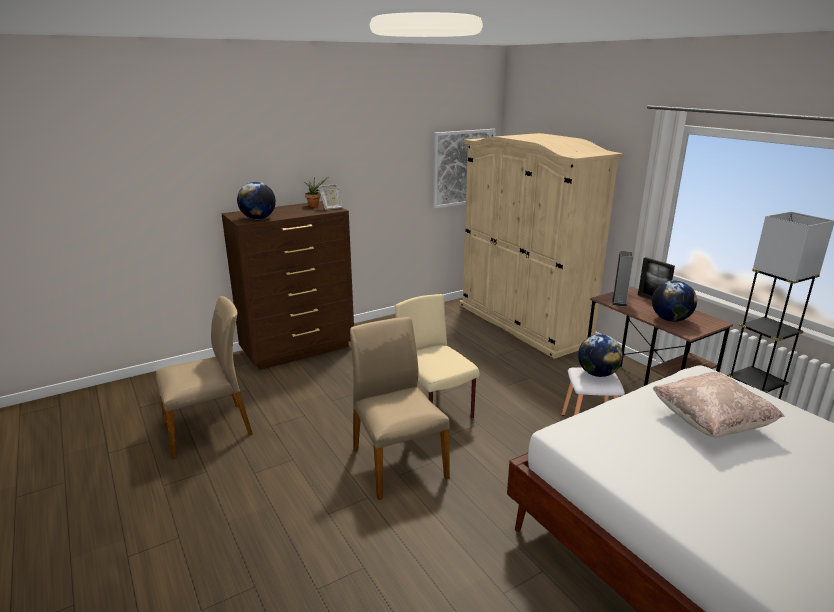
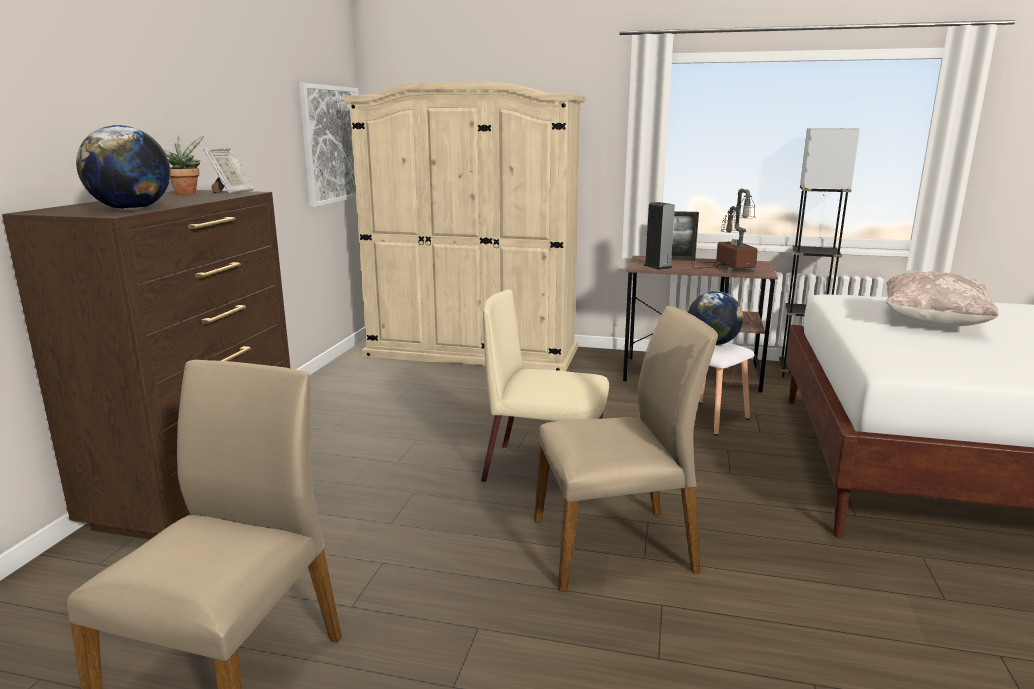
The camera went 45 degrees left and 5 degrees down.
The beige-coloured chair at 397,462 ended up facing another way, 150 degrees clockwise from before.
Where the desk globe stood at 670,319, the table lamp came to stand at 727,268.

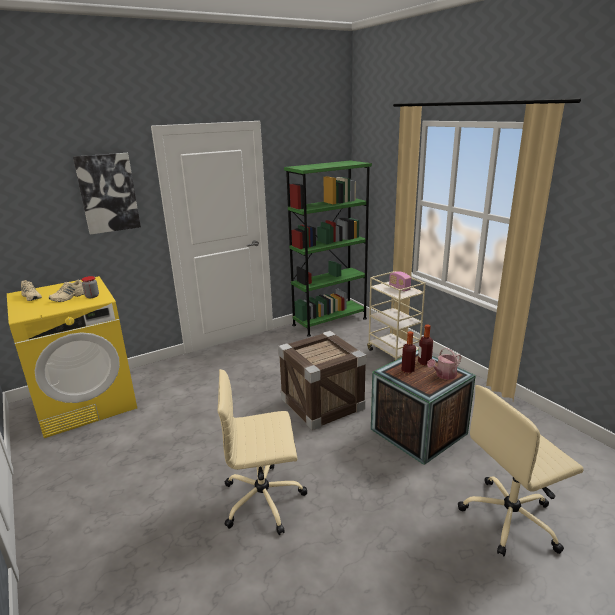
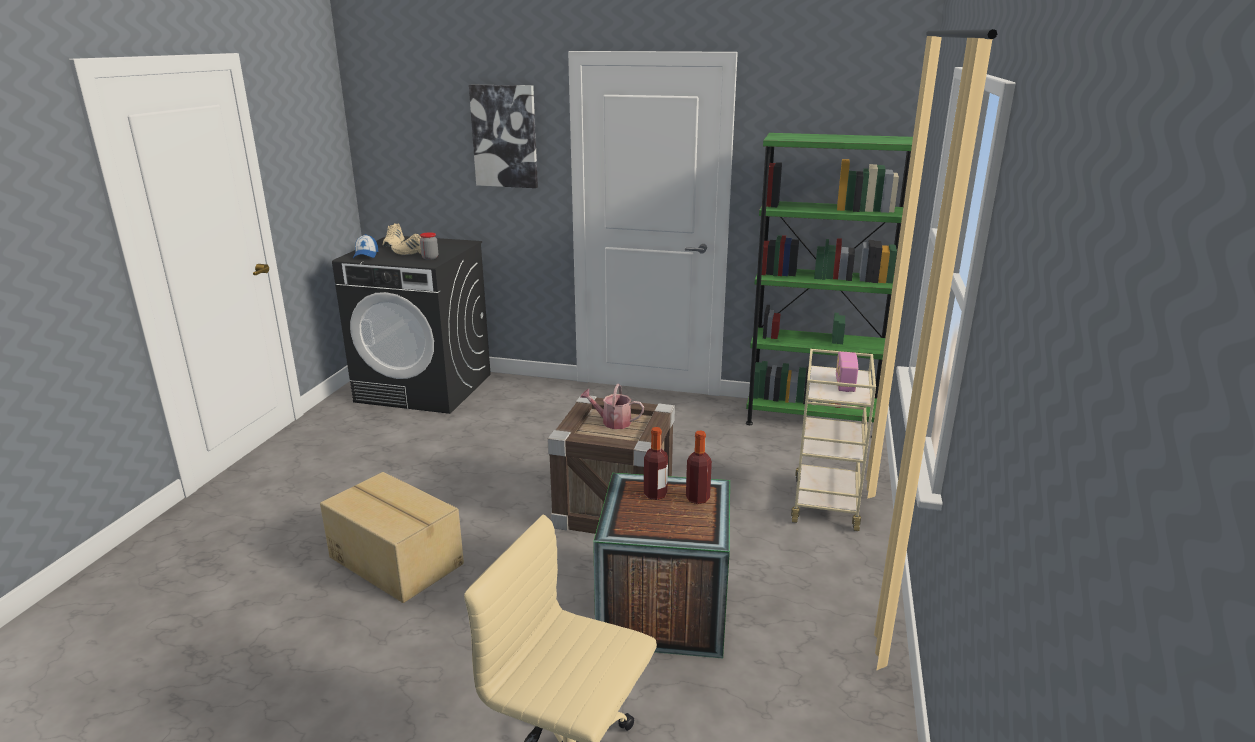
The camera went 45 degrees right and 0 degrees up.
Where the beige-coloured office chair stood at 264,499, the cardboard box came to stand at 397,559.
What was the yellowish laundry appliance at 87,402 turned into the black laundry appliance at 425,388.
The second view gained the cap at 366,255.
The sprinkling can ended up elsewhere, having gone from 444,375 to 612,422.

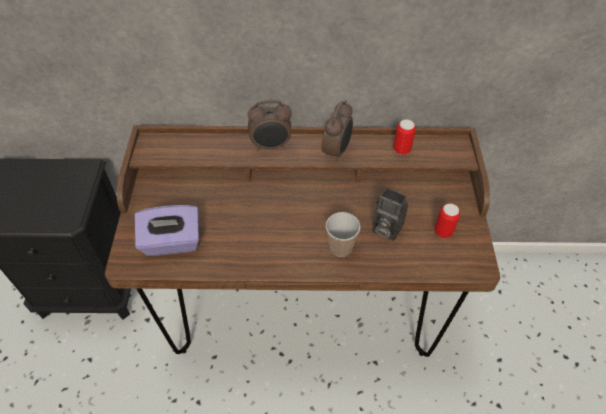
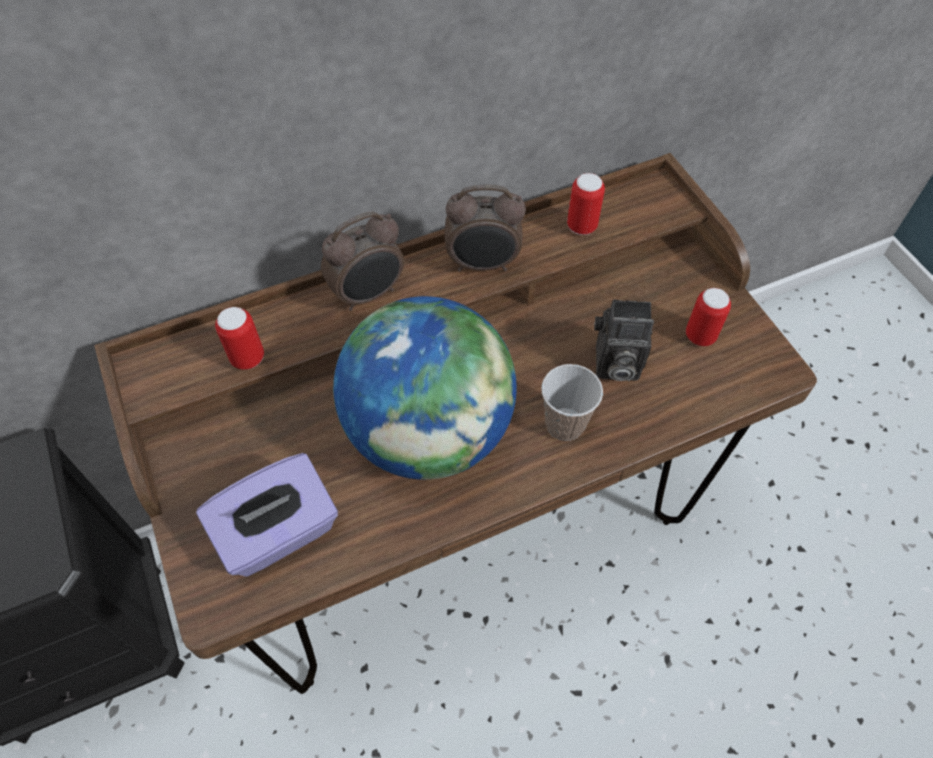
The camera went 25 degrees left and 5 degrees up.
The second view gained the metal can at 247,358.
The second view gained the desk globe at 429,432.
The alarm clock at 337,151 ended up facing another way, 90 degrees clockwise from before.

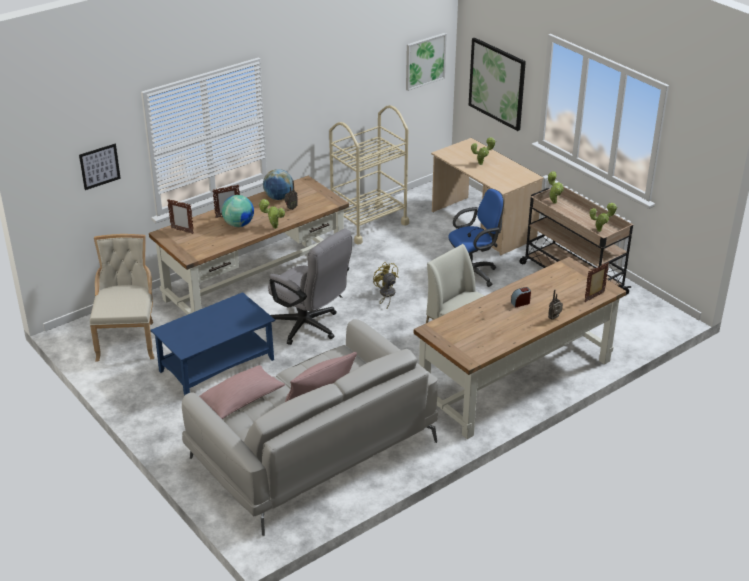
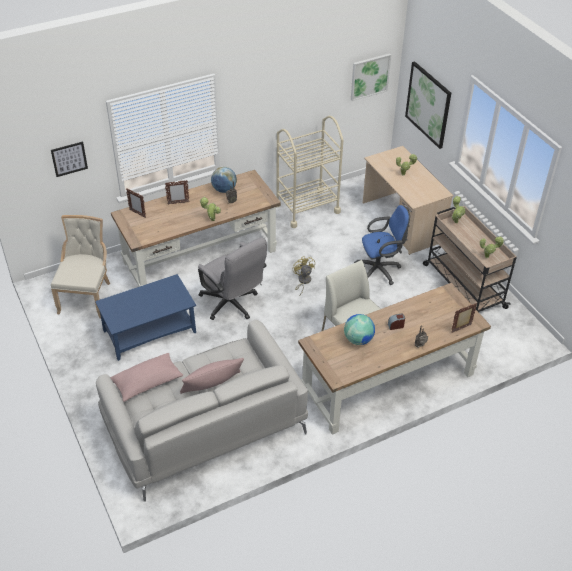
The camera went 10 degrees right and 10 degrees up.
The desk globe ended up elsewhere, having gone from 238,224 to 358,339.

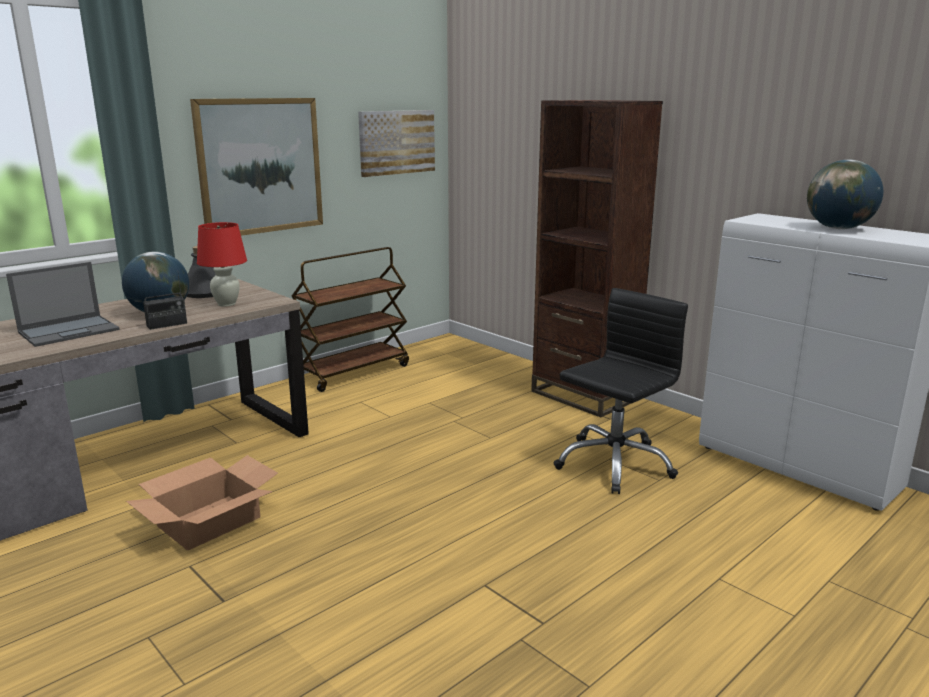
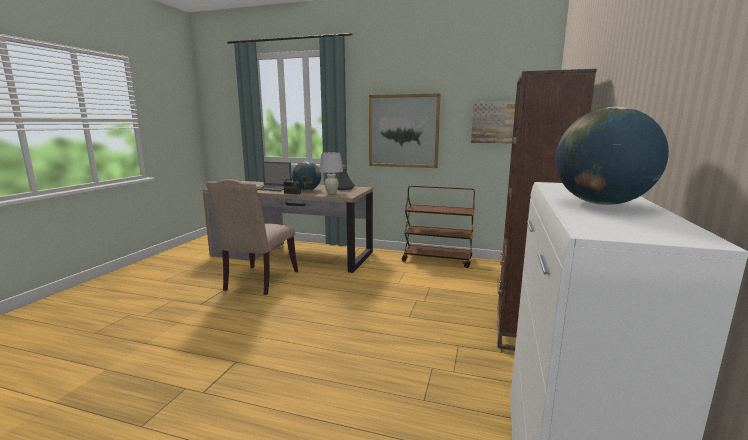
The camera went 60 degrees right and 5 degrees down.
Where the cardboard box stood at 209,521, the beige-coloured chair came to stand at 259,281.
What was the reddish table lamp at 226,304 turned into the whitish table lamp at 331,193.
The second view lost the black office chair at 614,463.

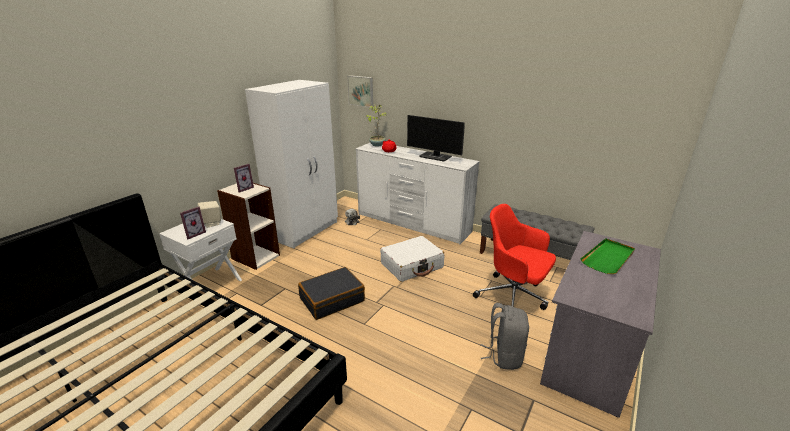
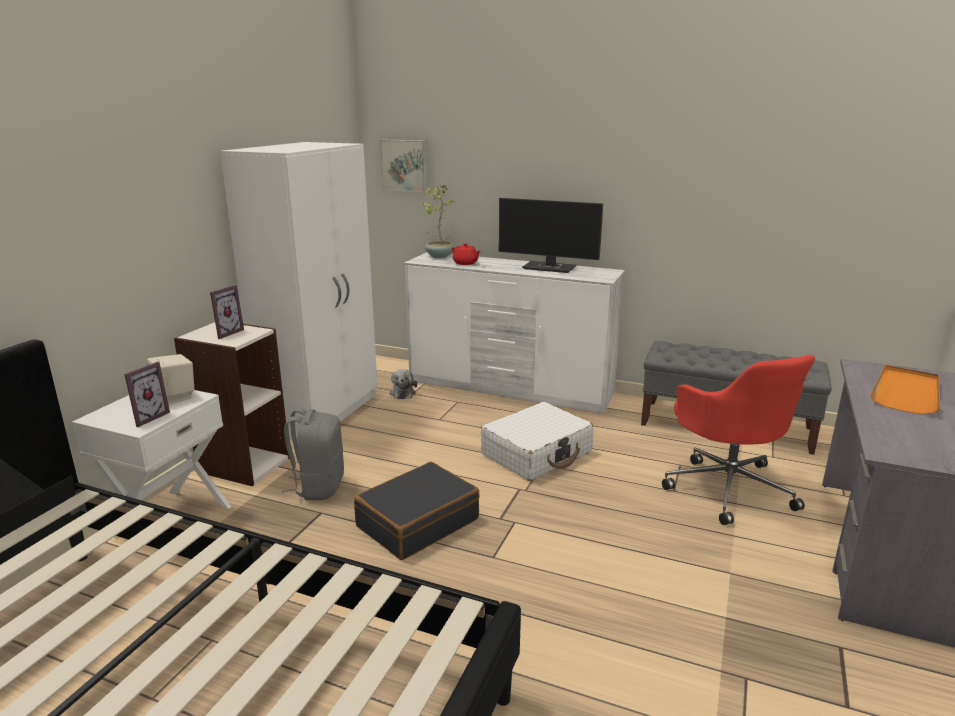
The camera went 10 degrees left and 5 degrees down.
The gray rucksack ended up elsewhere, having gone from 504,355 to 318,487.
The reddish office chair at 513,297 ended up facing another way, 135 degrees counterclockwise from before.
What was the green tray at 608,258 turned into the orange-coloured tray at 906,393.

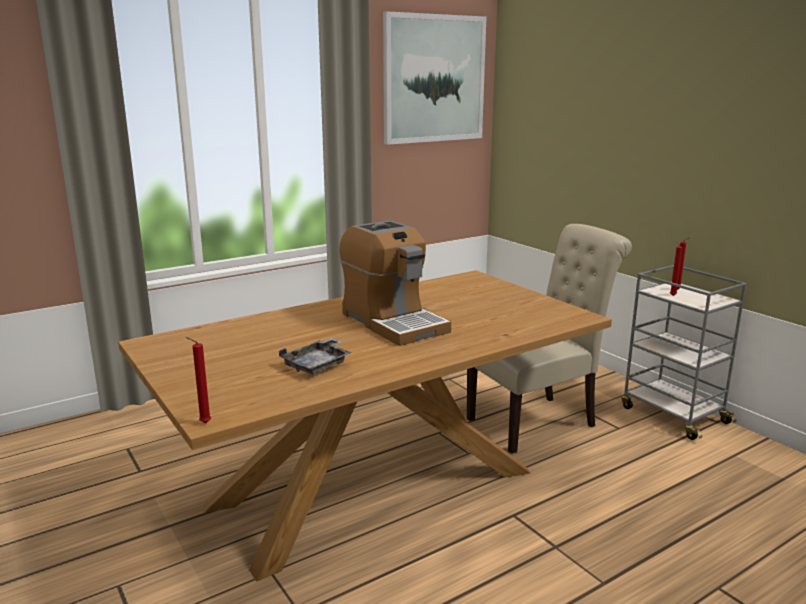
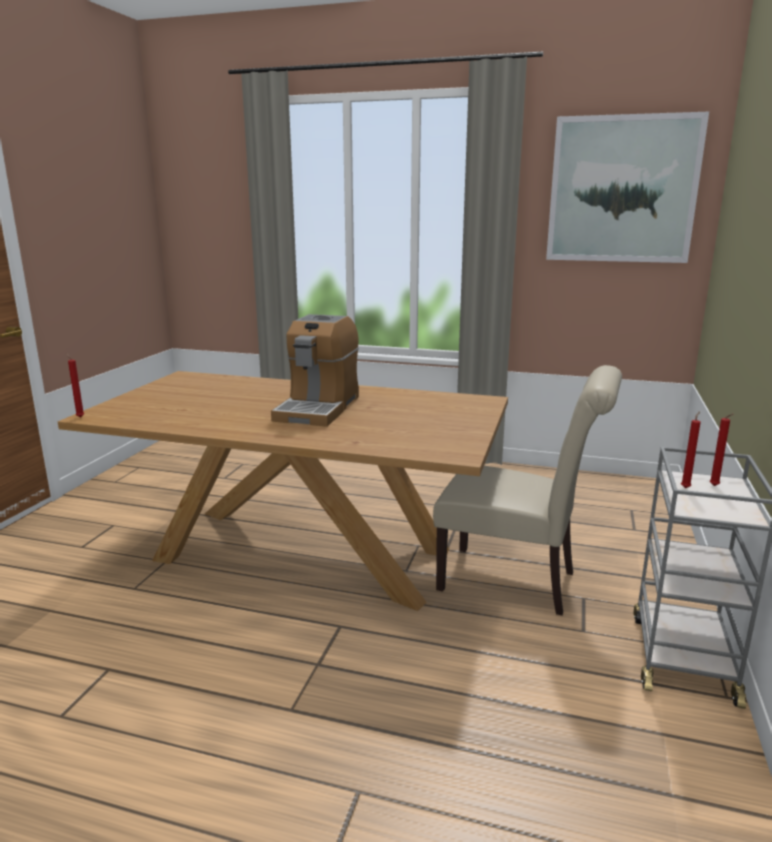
The camera went 50 degrees right and 0 degrees up.
The second view lost the gray tray at 318,365.

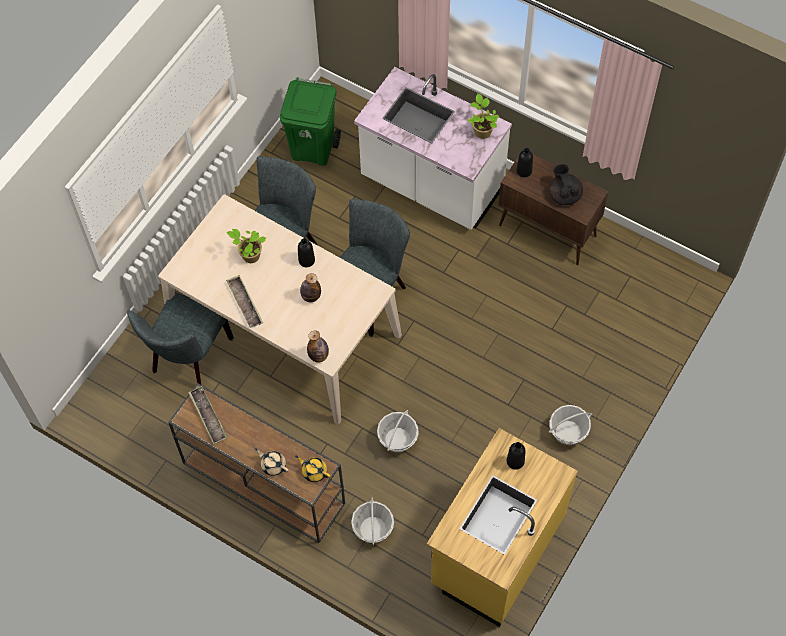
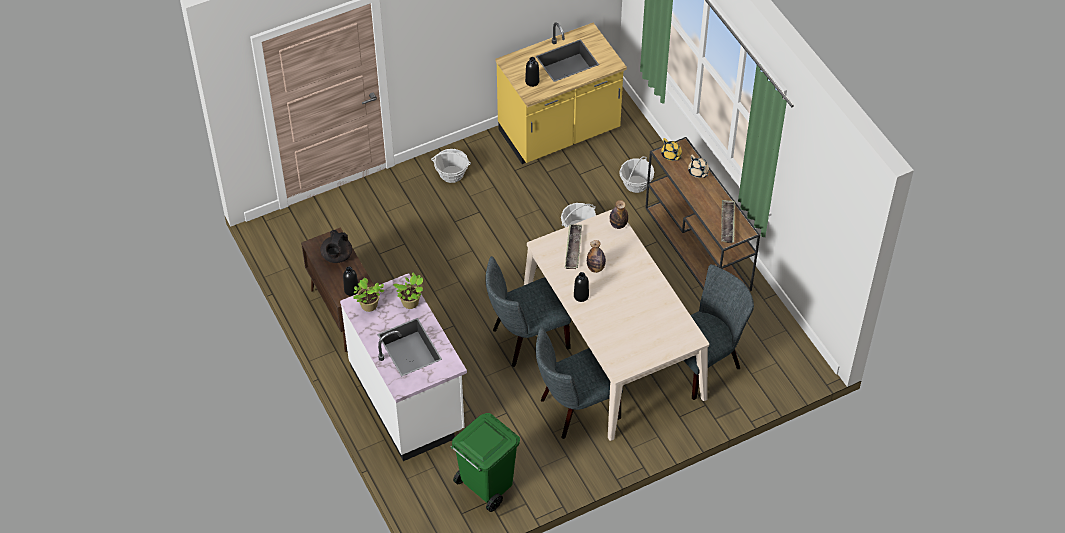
The camera went 150 degrees left and 10 degrees down.
The houseplant ended up elsewhere, having gone from 249,256 to 411,303.
The tray ended up elsewhere, having gone from 245,303 to 573,248.

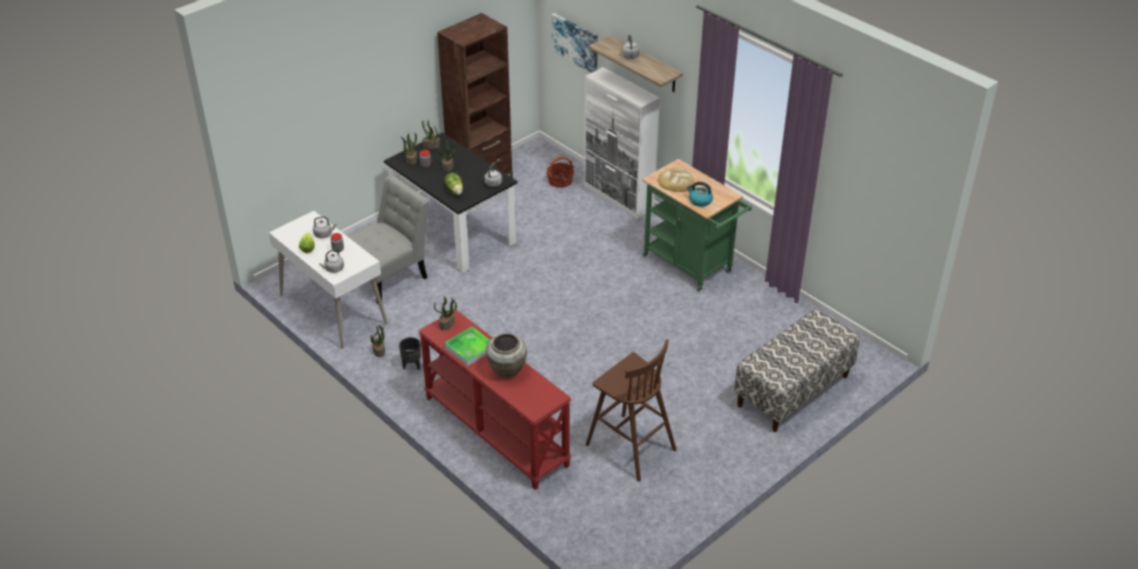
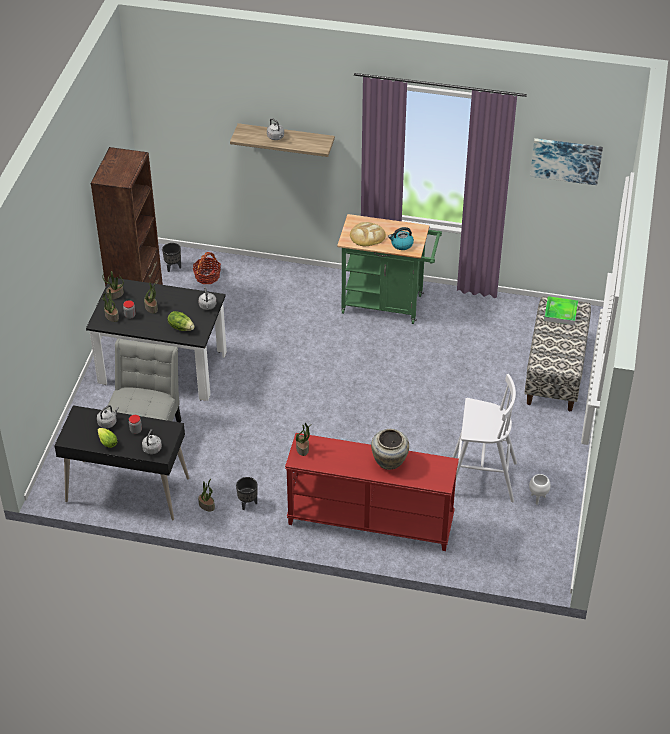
The camera went 35 degrees left and 5 degrees up.
What was the whitish desk at 332,310 turned into the black desk at 127,490.
The second view gained the black planter at 172,267.
What was the brown stool at 629,446 turned into the whitish stool at 481,478.
The second view gained the whitish planter at 537,498.
The wall picture ended up elsewhere, having gone from 576,42 to 566,160.
The tray ended up elsewhere, having gone from 470,348 to 560,312.
The second view lost the whitish cupboard at 618,197.

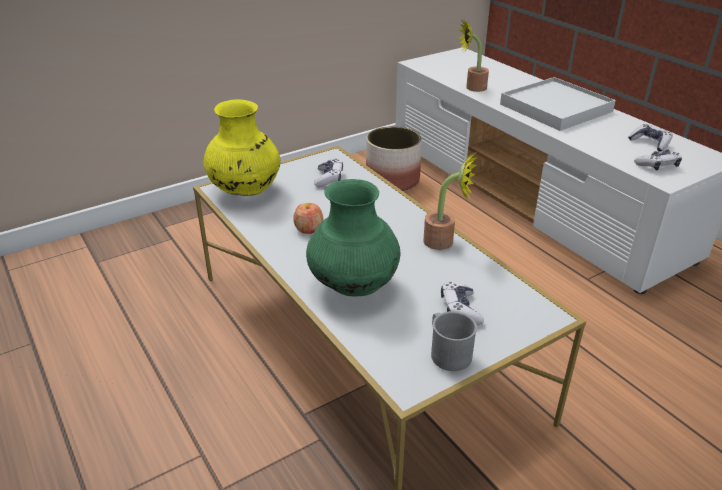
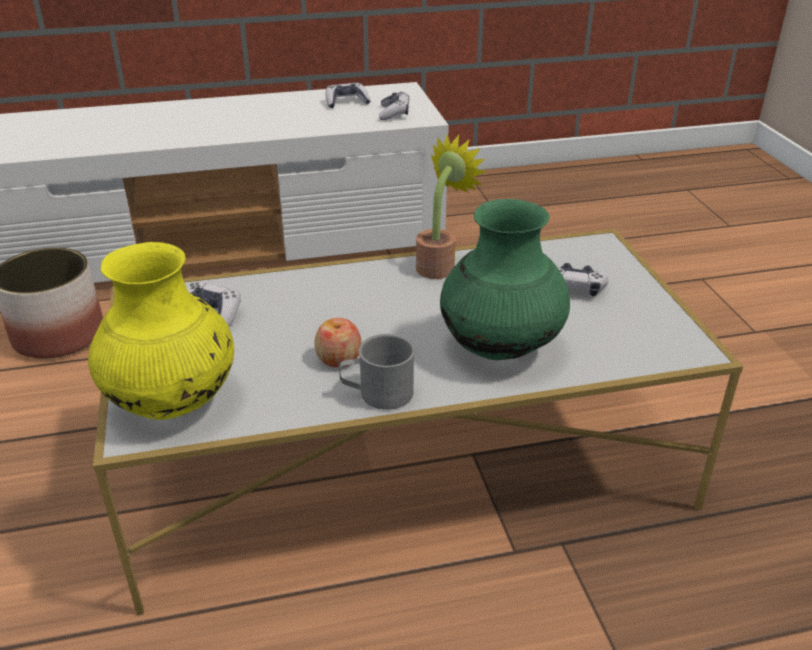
The camera went 70 degrees left and 0 degrees up.
The gray coffee mug ended up elsewhere, having gone from 447,352 to 377,393.
The second view lost the houseplant at 472,88.
The second view lost the whitish tray at 555,108.

